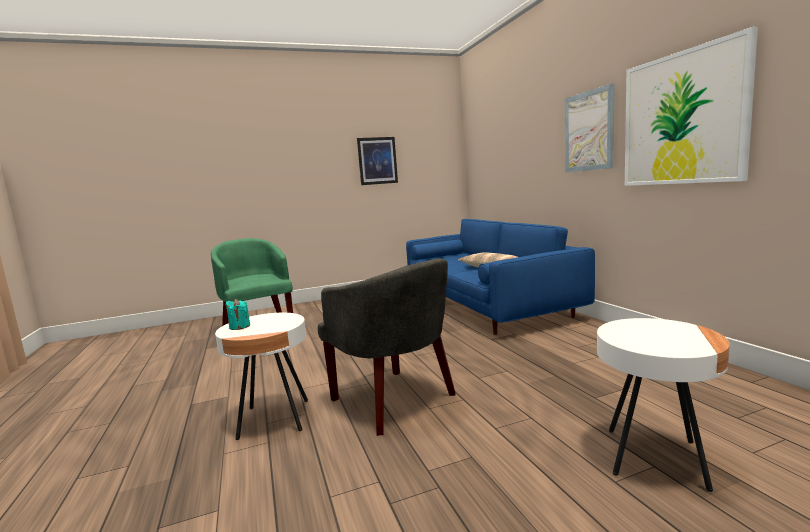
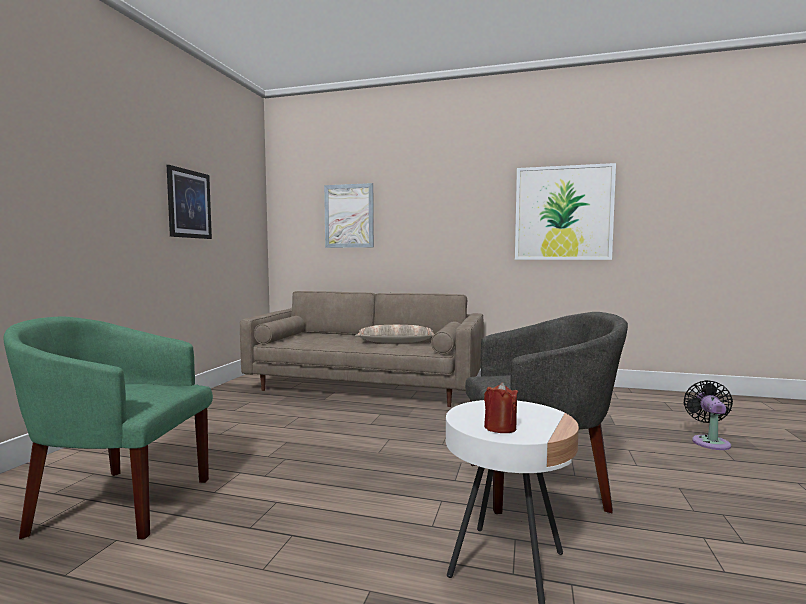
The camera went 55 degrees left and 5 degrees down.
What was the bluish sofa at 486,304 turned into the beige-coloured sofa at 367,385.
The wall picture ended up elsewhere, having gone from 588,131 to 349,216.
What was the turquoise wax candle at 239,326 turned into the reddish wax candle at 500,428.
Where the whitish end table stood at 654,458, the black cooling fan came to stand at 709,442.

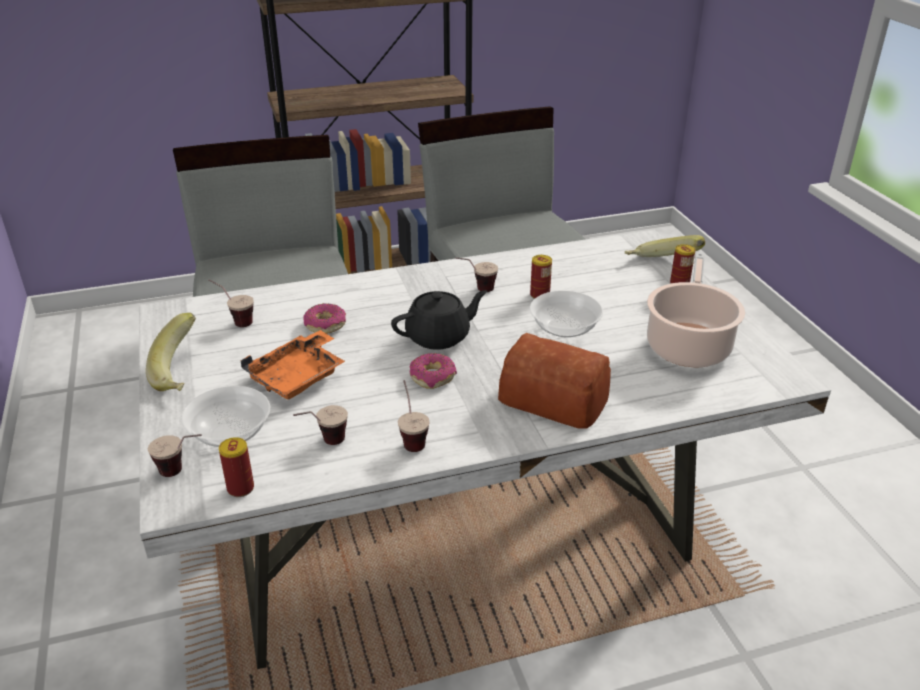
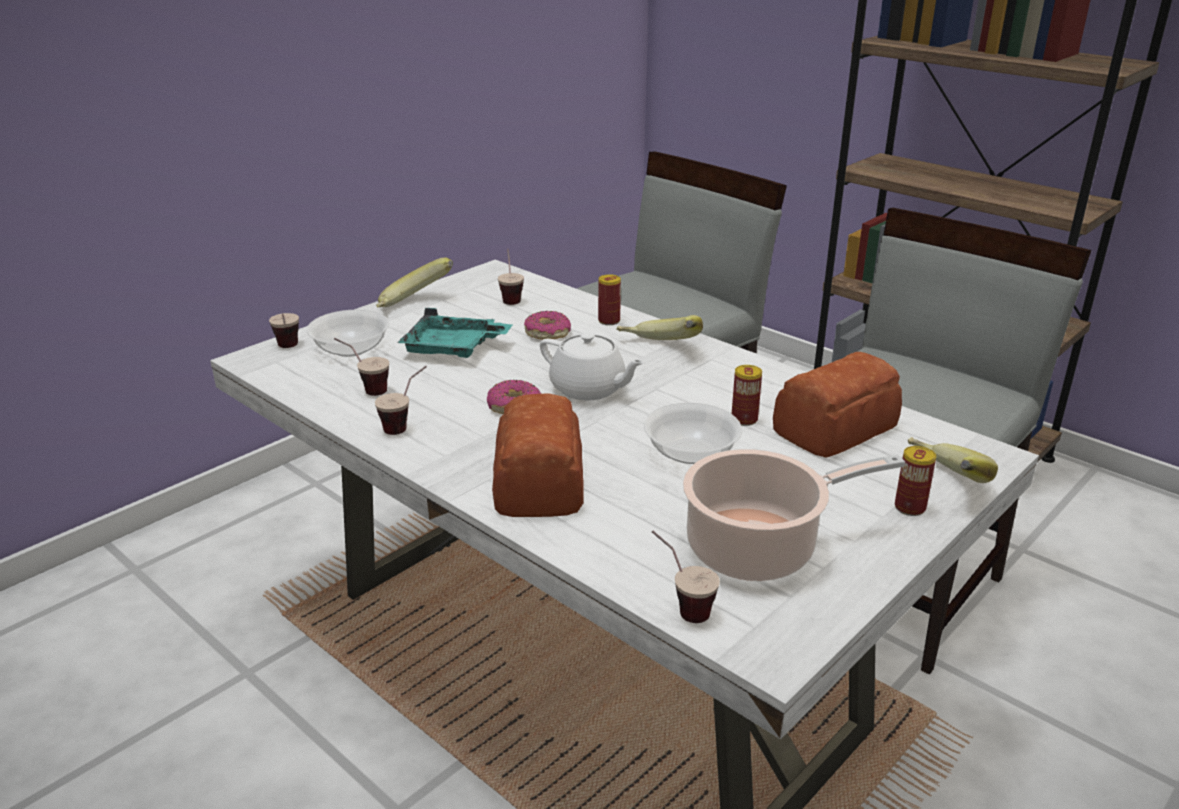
The camera went 60 degrees right and 5 degrees down.
What was the orange-coloured tray at 298,377 turned into the turquoise tray at 453,348.
What was the black tea pot at 439,337 turned into the whitish tea pot at 589,389.
The metal can ended up elsewhere, having gone from 240,488 to 609,321.
The second view gained the banana at 658,349.
The drinking cup ended up elsewhere, having gone from 476,290 to 680,606.
The second view gained the bread at 838,428.

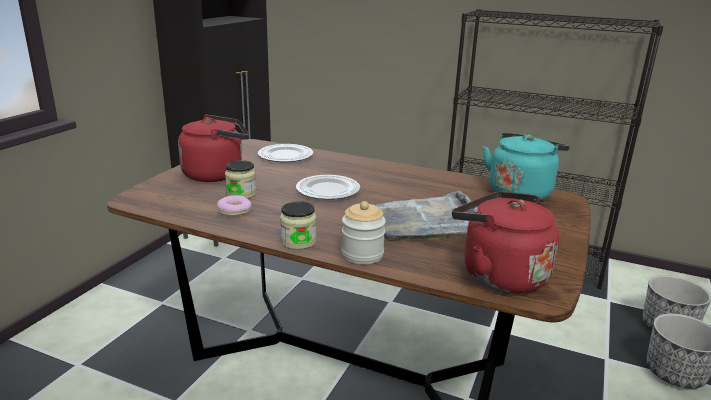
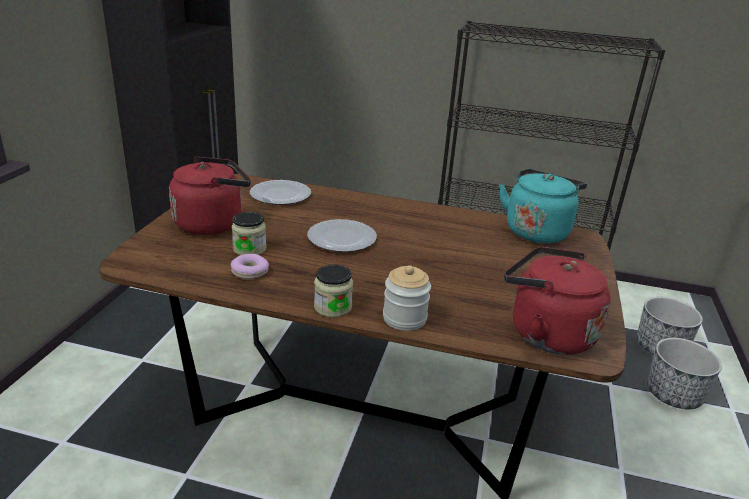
The camera went 10 degrees left and 5 degrees up.
The second view lost the gray tray at 426,222.

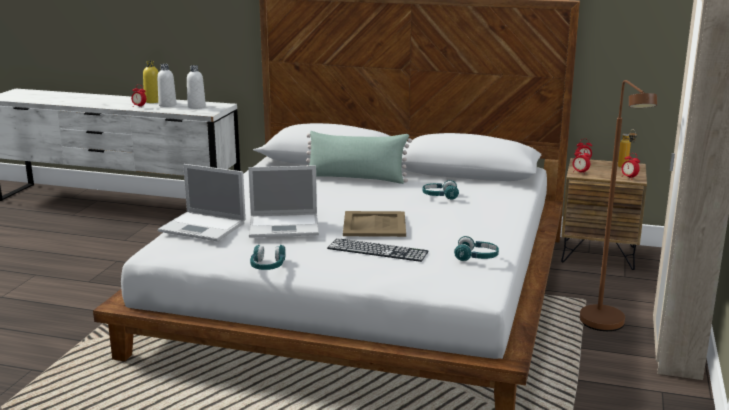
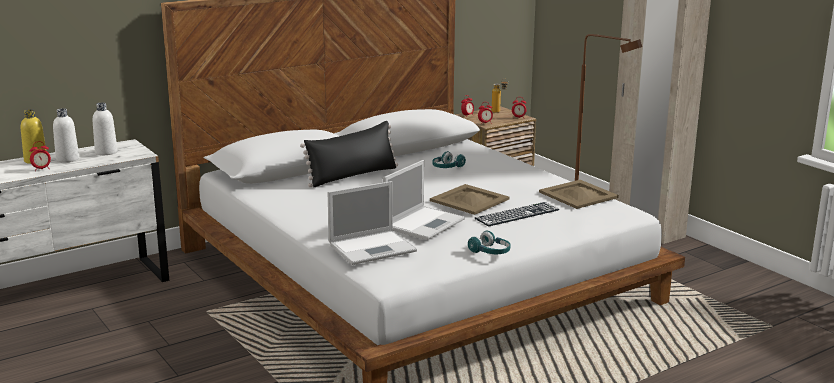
The camera went 50 degrees left and 0 degrees up.
What was the green throw pillow at 356,178 turned into the black throw pillow at 352,176.
Where the turquoise headset stood at 476,257, the beige-coloured tray came to stand at 578,195.

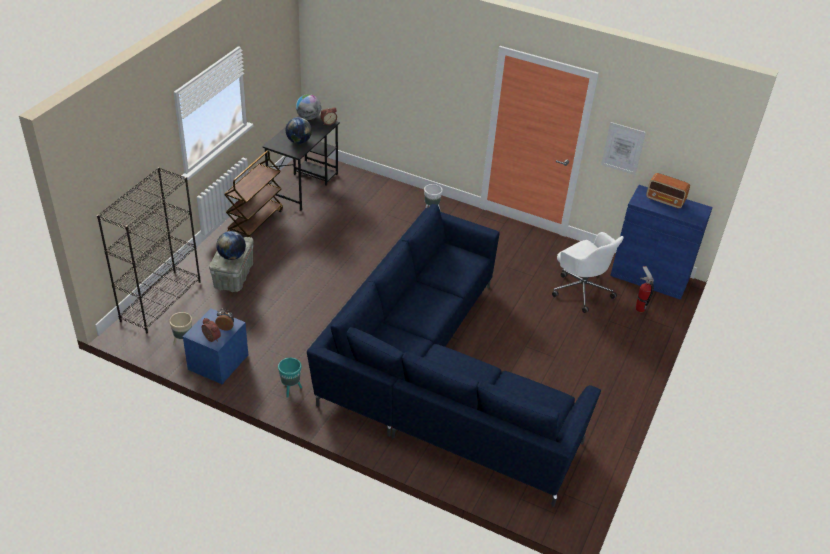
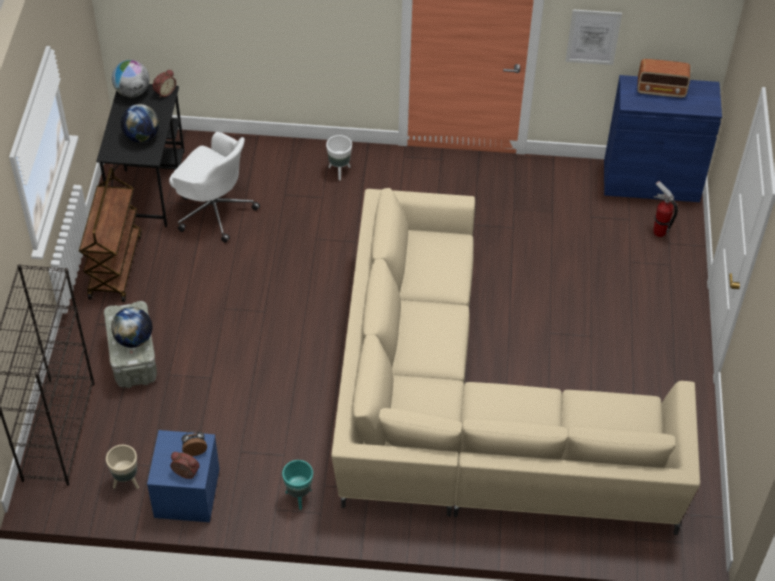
The camera went 20 degrees left and 10 degrees up.
The whitish office chair ended up elsewhere, having gone from 581,289 to 214,210.
What was the bluish sofa at 437,379 turned into the beige-coloured sofa at 468,417.

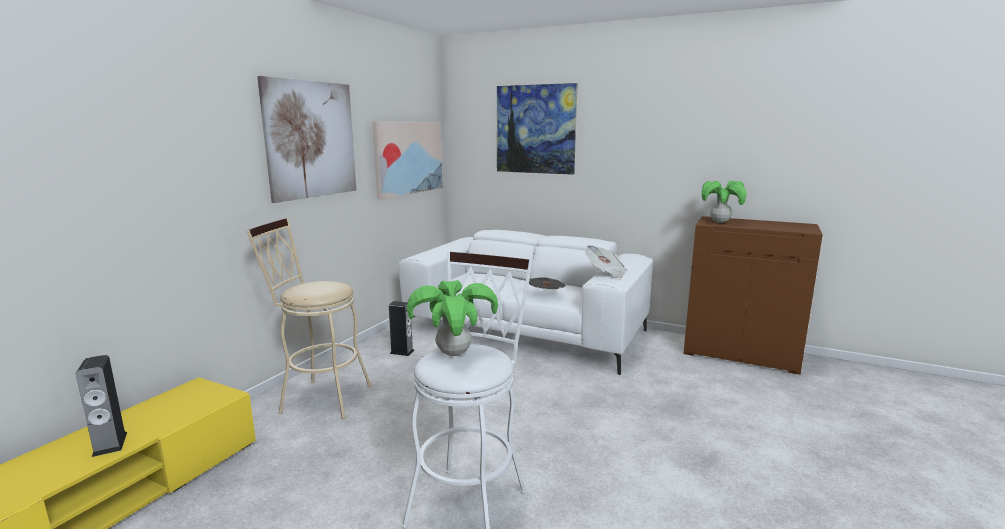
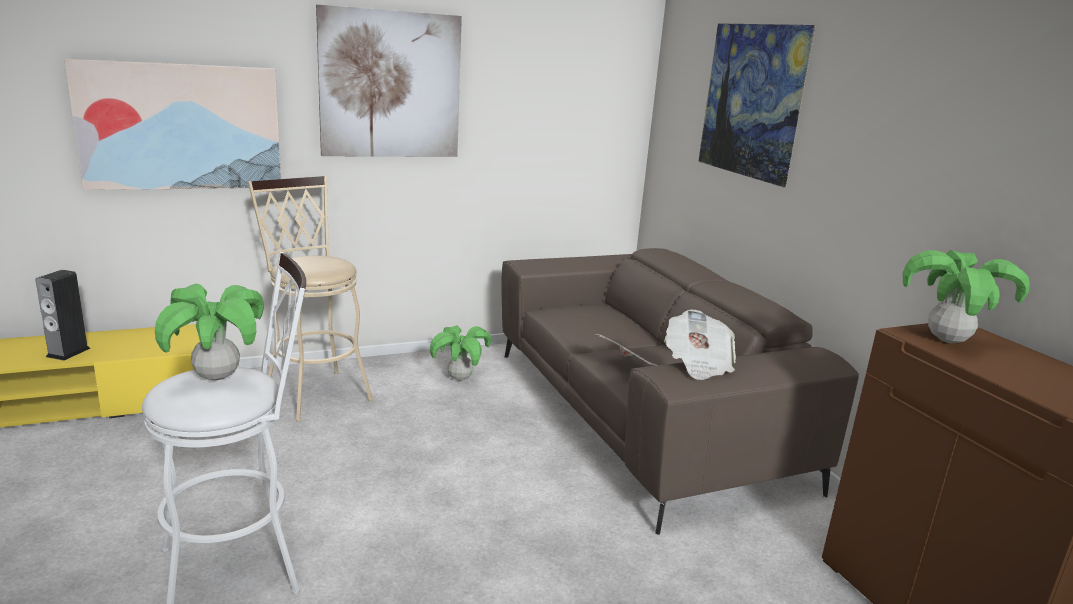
The camera went 40 degrees right and 5 degrees up.
The wall picture ended up elsewhere, having gone from 408,157 to 181,127.
Where the speaker stood at 402,352, the houseplant came to stand at 459,378.
What was the whitish sofa at 526,331 turned into the brown sofa at 639,416.

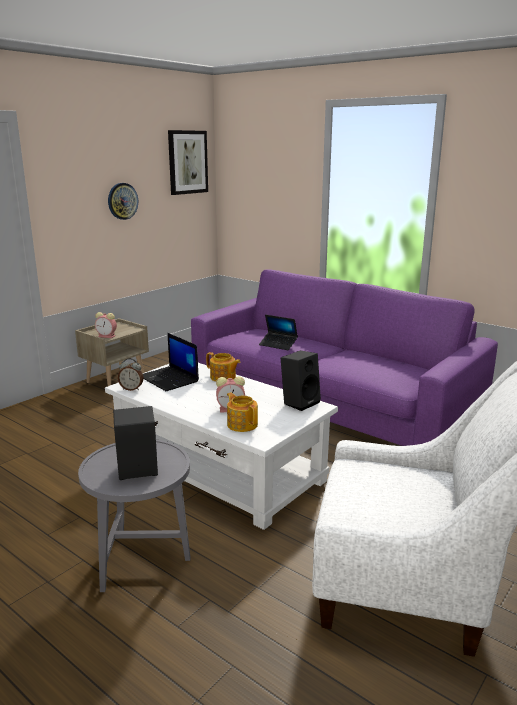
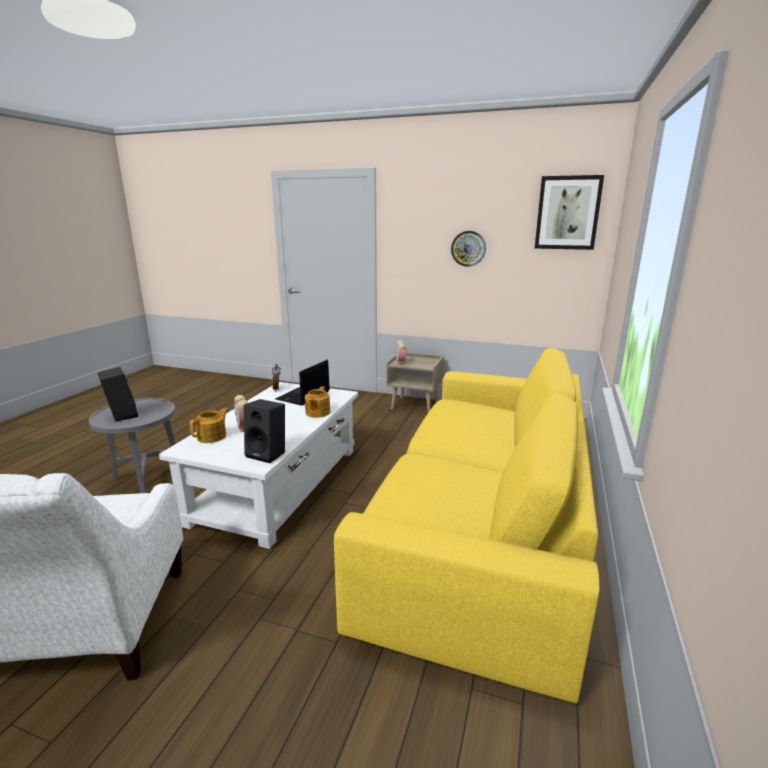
The camera went 70 degrees right and 0 degrees up.
What was the purple-coloured sofa at 330,396 turned into the yellowish sofa at 482,519.
The second view lost the laptop at 278,344.

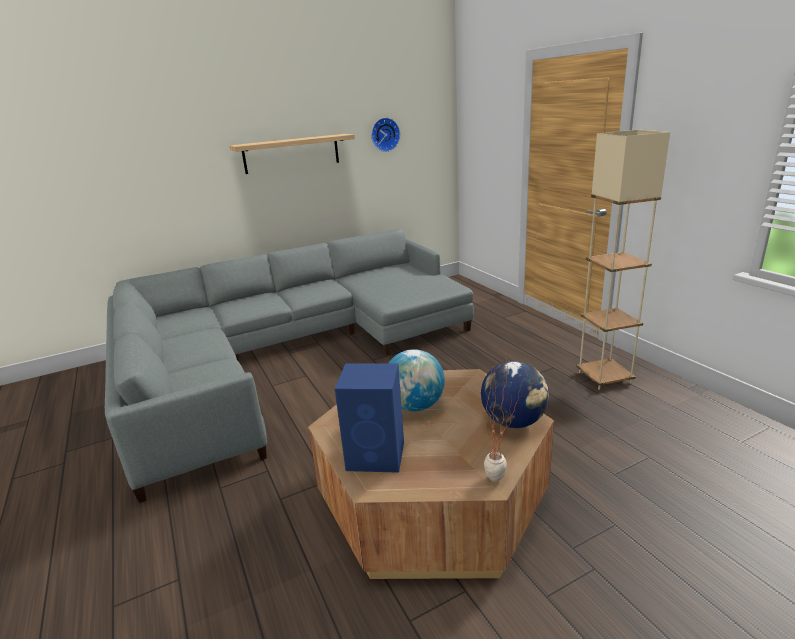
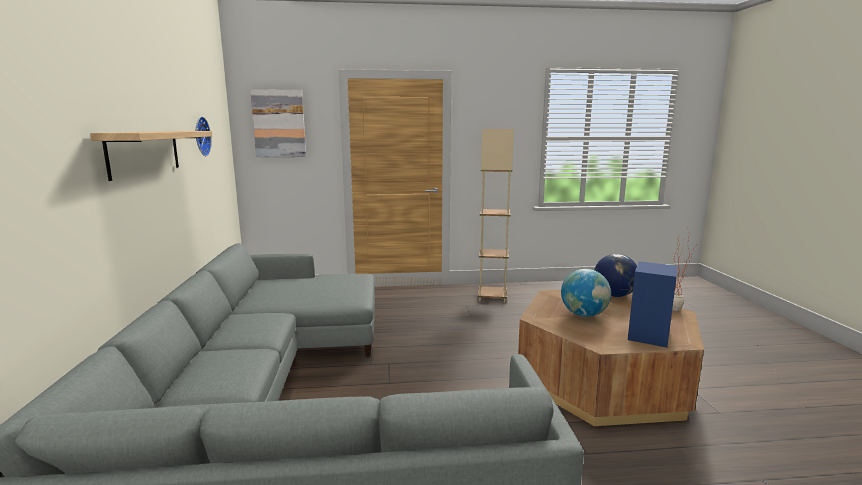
The camera went 70 degrees left and 10 degrees down.
The second view gained the wall picture at 279,123.

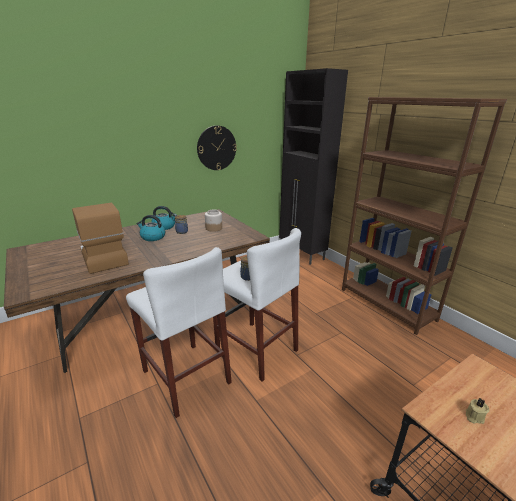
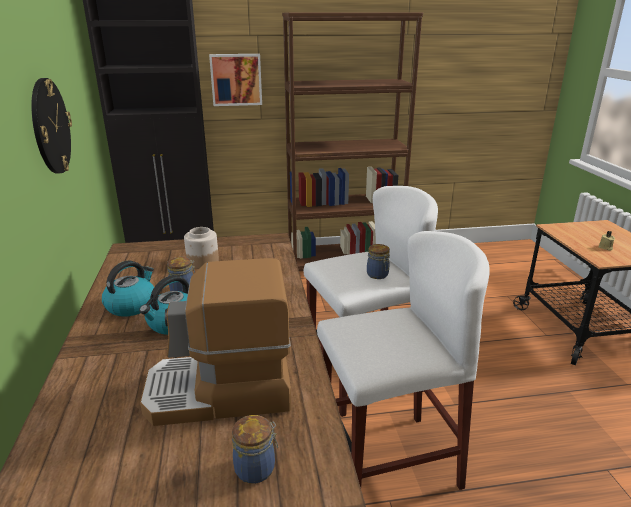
The camera went 65 degrees left and 0 degrees up.
The second view gained the wall picture at 236,79.
The second view gained the preserve jar at 256,468.

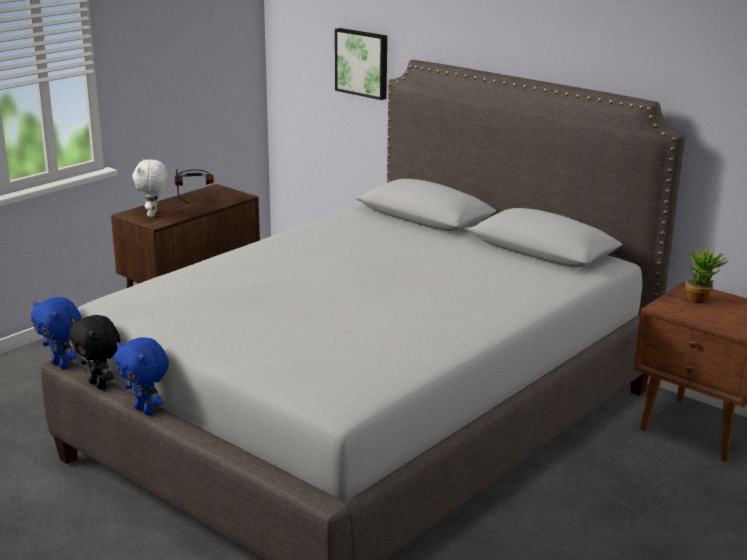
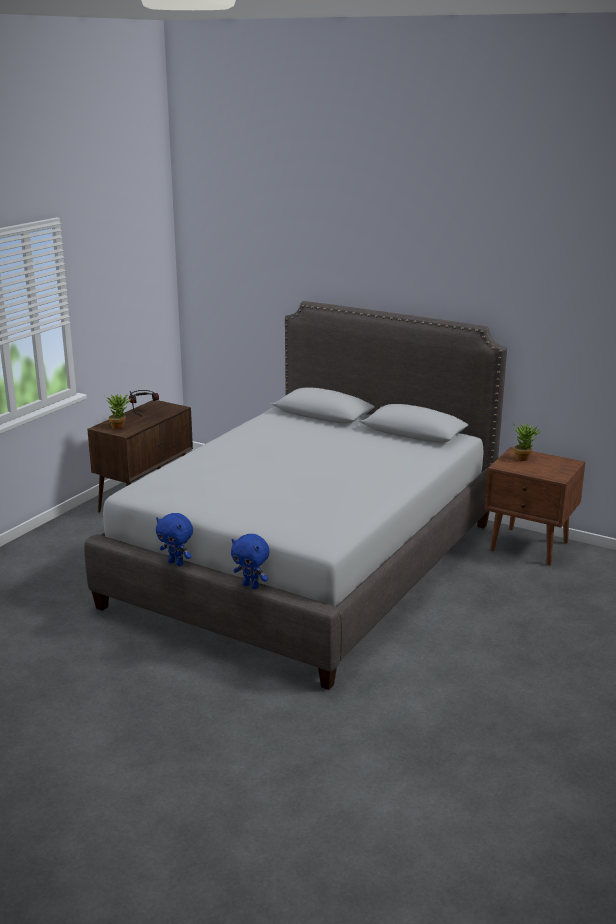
The camera went 10 degrees left and 0 degrees up.
Where the whitish soft toy stood at 153,214, the houseplant came to stand at 119,426.
The bluish soft toy ended up elsewhere, having gone from 62,365 to 251,586.
The second view lost the black soft toy at 99,385.
The second view lost the wall picture at 363,63.

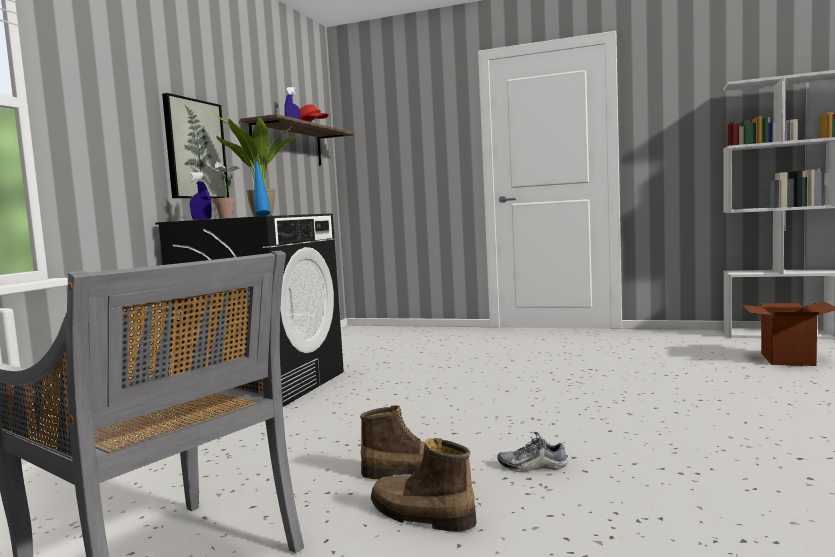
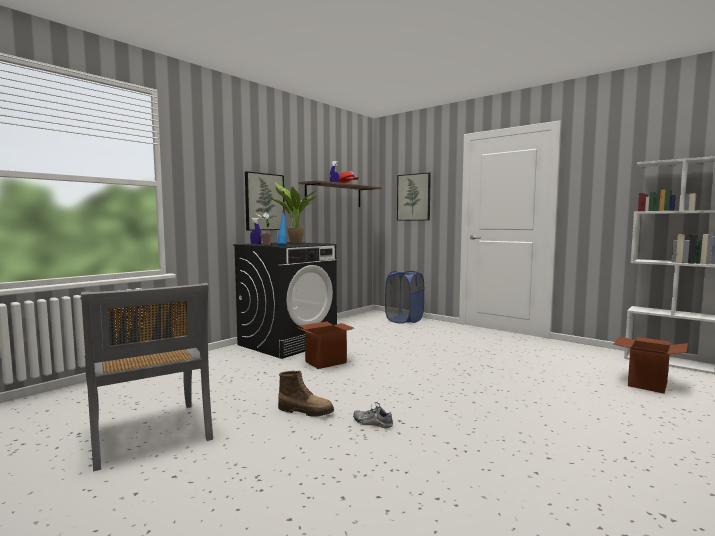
The camera went 20 degrees right and 0 degrees up.
The second view gained the cardboard box at 326,362.
The second view gained the bluish hamper at 404,320.
The second view gained the wall picture at 414,197.
The second view lost the boot at 420,516.

